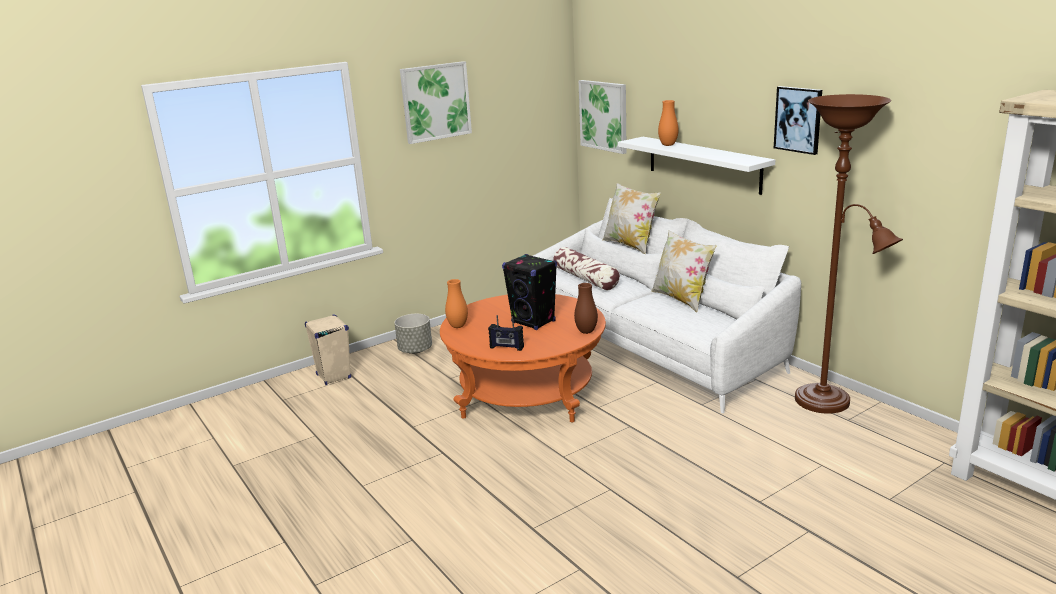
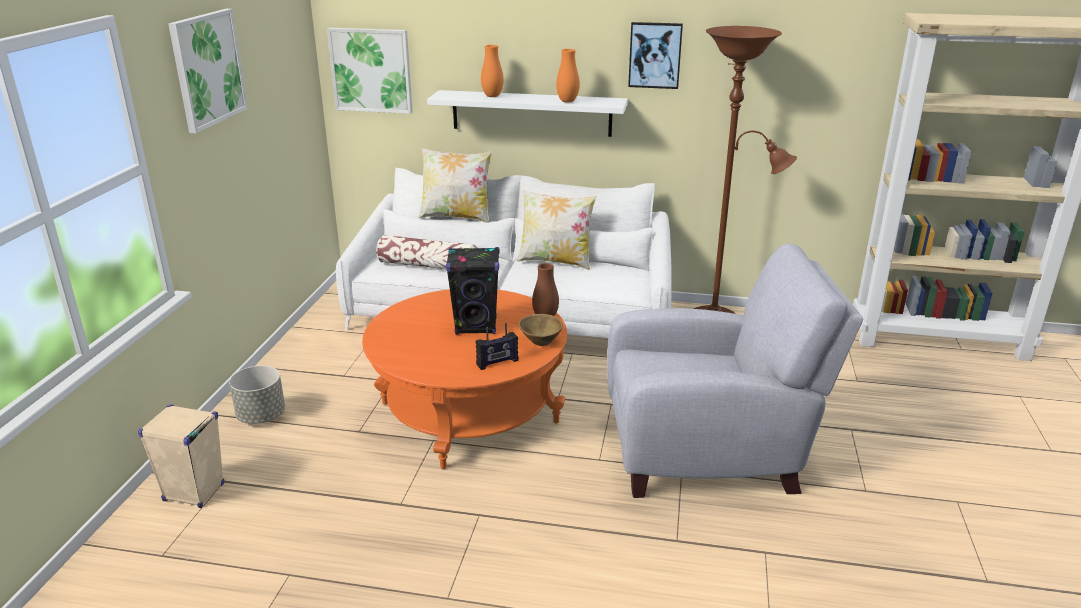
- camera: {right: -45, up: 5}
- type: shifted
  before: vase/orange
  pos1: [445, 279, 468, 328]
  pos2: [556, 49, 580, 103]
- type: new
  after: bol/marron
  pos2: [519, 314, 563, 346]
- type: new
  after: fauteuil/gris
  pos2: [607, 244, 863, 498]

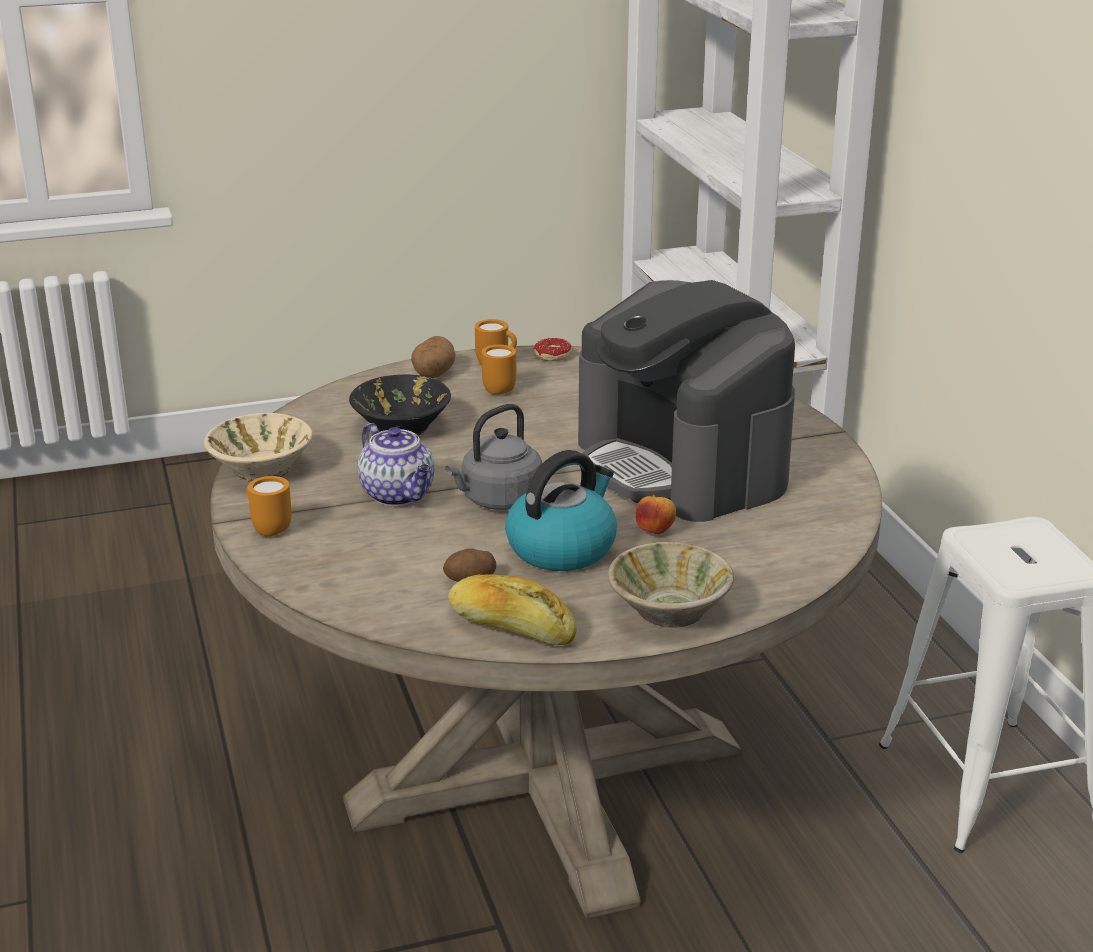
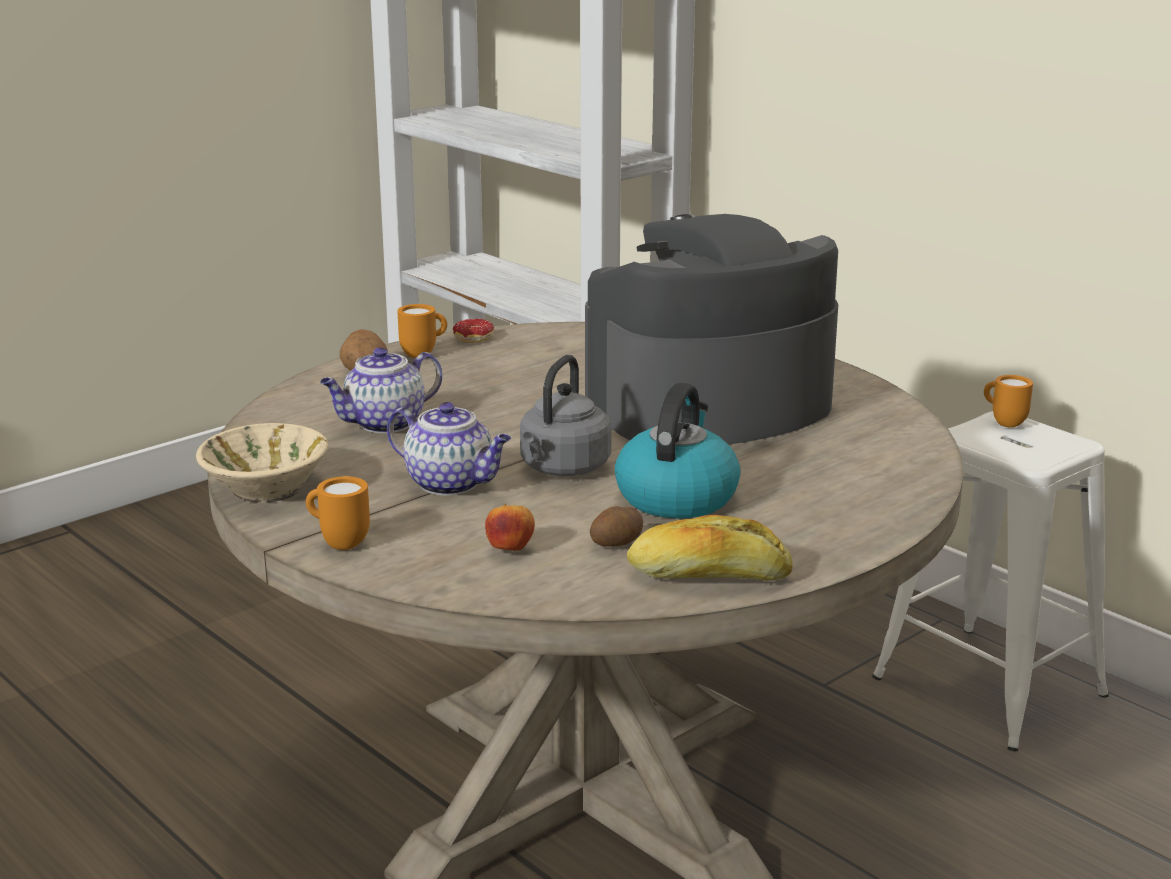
- camera: {right: -25, up: -5}
- type: swapped
  before: bol/noir
  after: théière
  pos1: [349, 375, 451, 435]
  pos2: [320, 347, 443, 433]
- type: shifted
  before: mug/orange
  pos1: [482, 345, 516, 395]
  pos2: [984, 375, 1033, 428]
- type: rotated
  before: machine à café
  pos1: [578, 280, 795, 522]
  pos2: [585, 214, 838, 445]
  turn: 120
- type: gone
  before: bol/beige
  pos1: [608, 542, 734, 628]
- type: shifted
  before: pomme
  pos1: [635, 495, 676, 535]
  pos2: [485, 504, 535, 552]

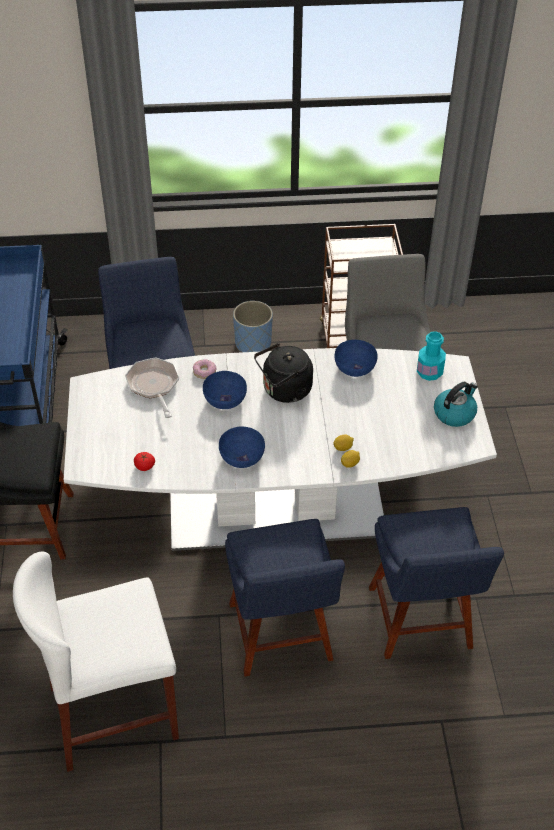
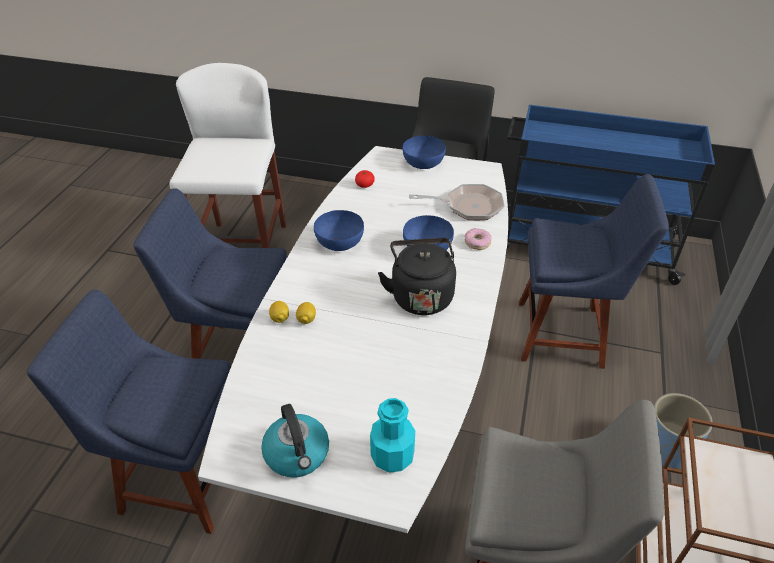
- camera: {right: 110, up: -5}
- type: shifted
  before: bol/bleu
  pos1: [334, 340, 378, 377]
  pos2: [403, 136, 446, 169]

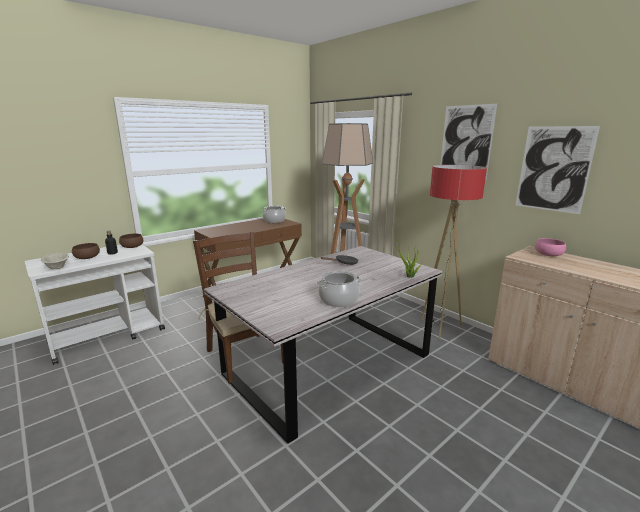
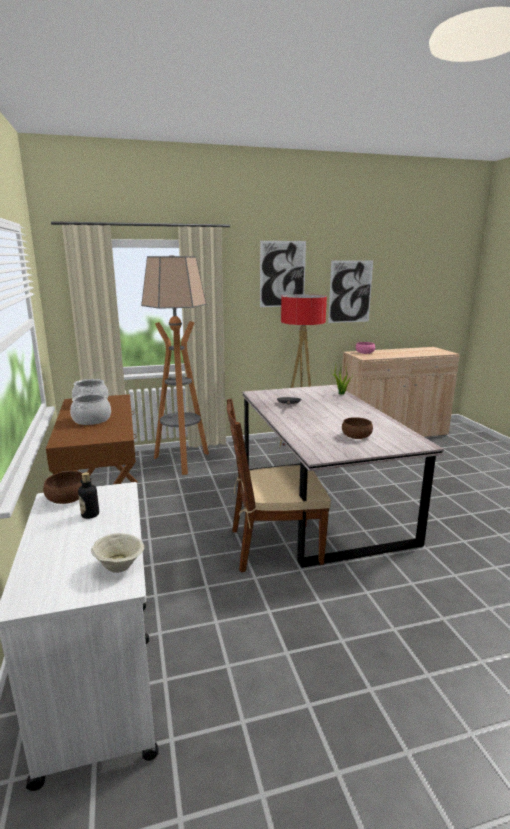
- camera: {right: -65, up: 0}
- type: shifted
  before: bol/marron
  pos1: [72, 243, 100, 259]
  pos2: [342, 417, 373, 439]
- type: shifted
  before: marmite
  pos1: [317, 271, 361, 307]
  pos2: [70, 393, 111, 425]

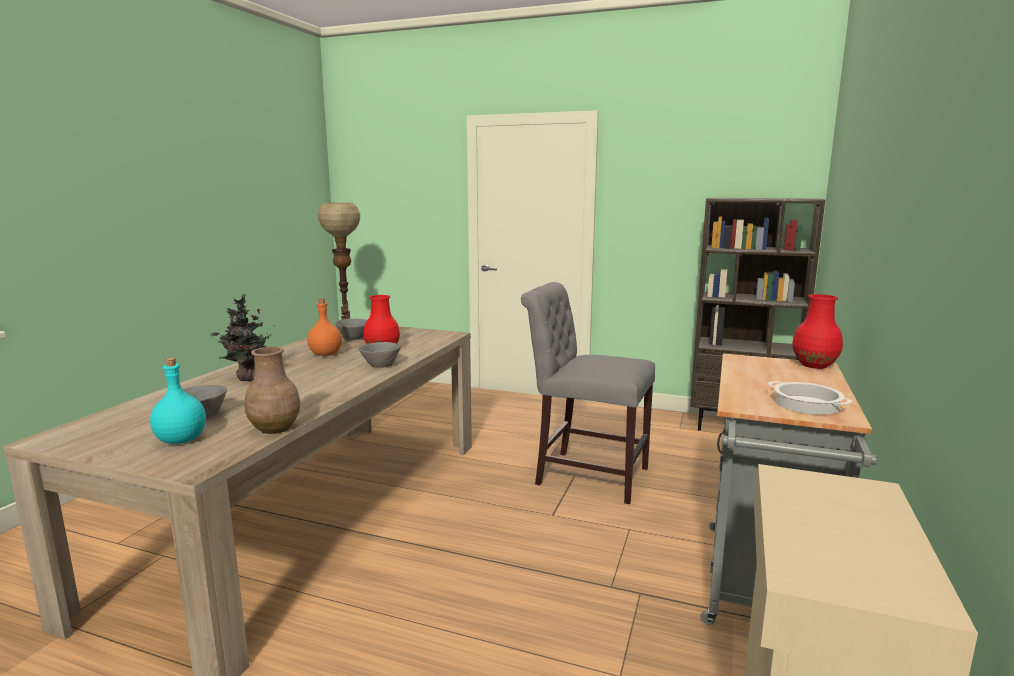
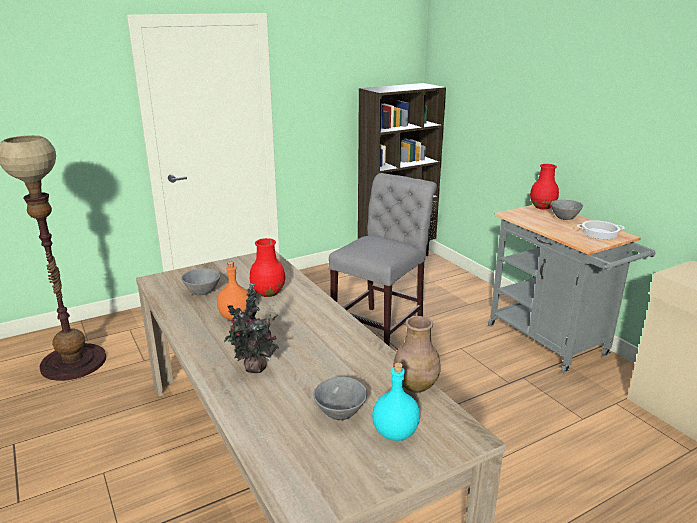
- camera: {right: -50, up: 10}
- type: shifted
  before: bol/gris
  pos1: [359, 342, 401, 368]
  pos2: [551, 200, 583, 220]
- type: rotated
  before: chaise/gris
  pos1: [521, 282, 655, 504]
  pos2: [329, 173, 437, 347]
  turn: 150

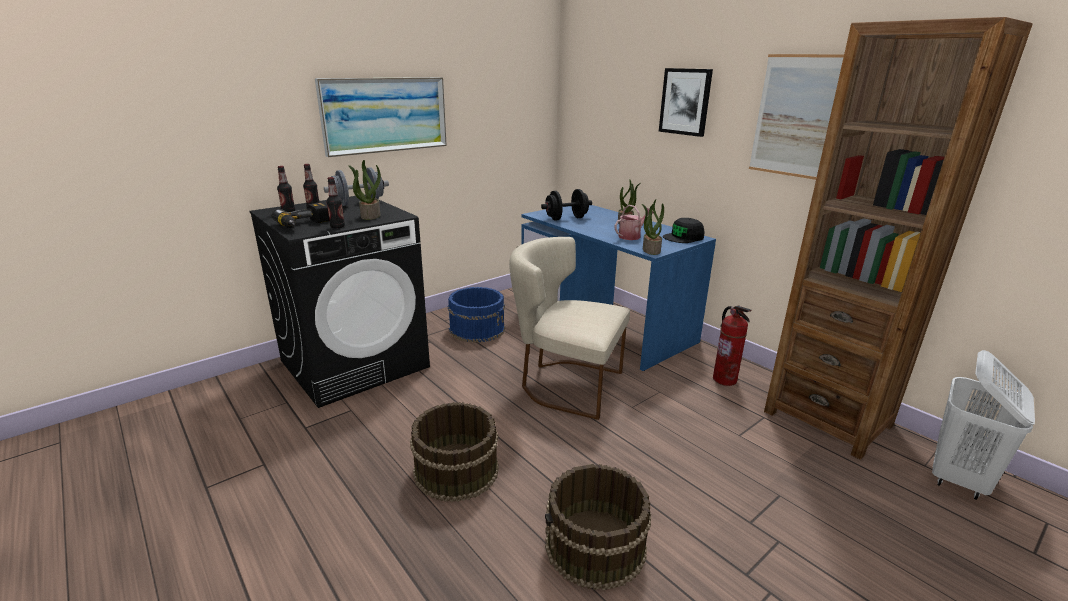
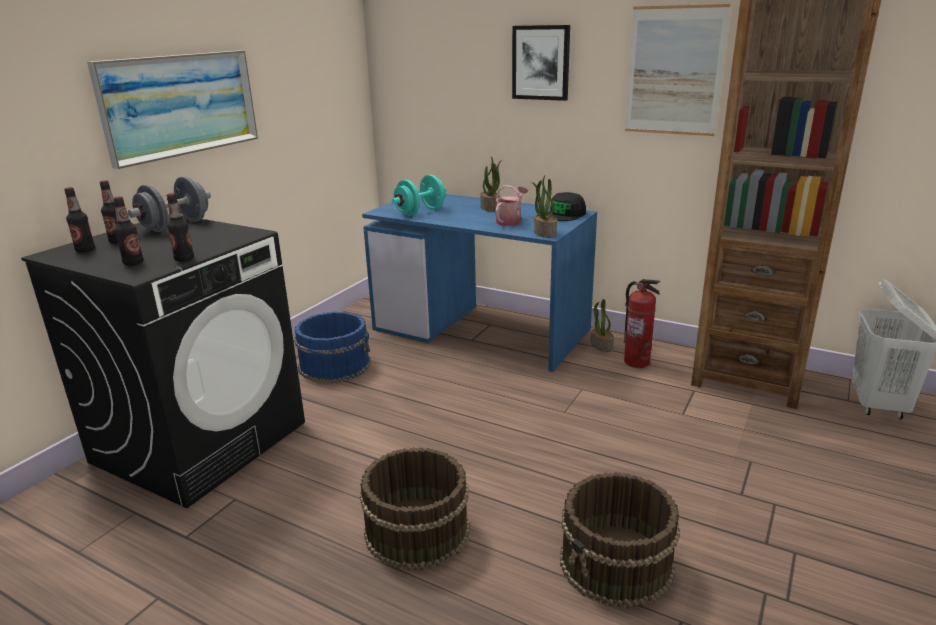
- camera: {right: -20, up: 0}
- type: swapped
  before: perceuse
  after: bouteille
  pos1: [272, 202, 330, 228]
  pos2: [113, 197, 144, 266]
- type: shifted
  before: plante en pot
  pos1: [348, 160, 381, 220]
  pos2: [591, 299, 614, 352]
- type: gone
  before: chaise/beige
  pos1: [509, 237, 630, 420]
- type: repainted
  before: haltère/noir
  after: haltère/turquoise
  pos1: [541, 189, 592, 221]
  pos2: [392, 175, 446, 216]

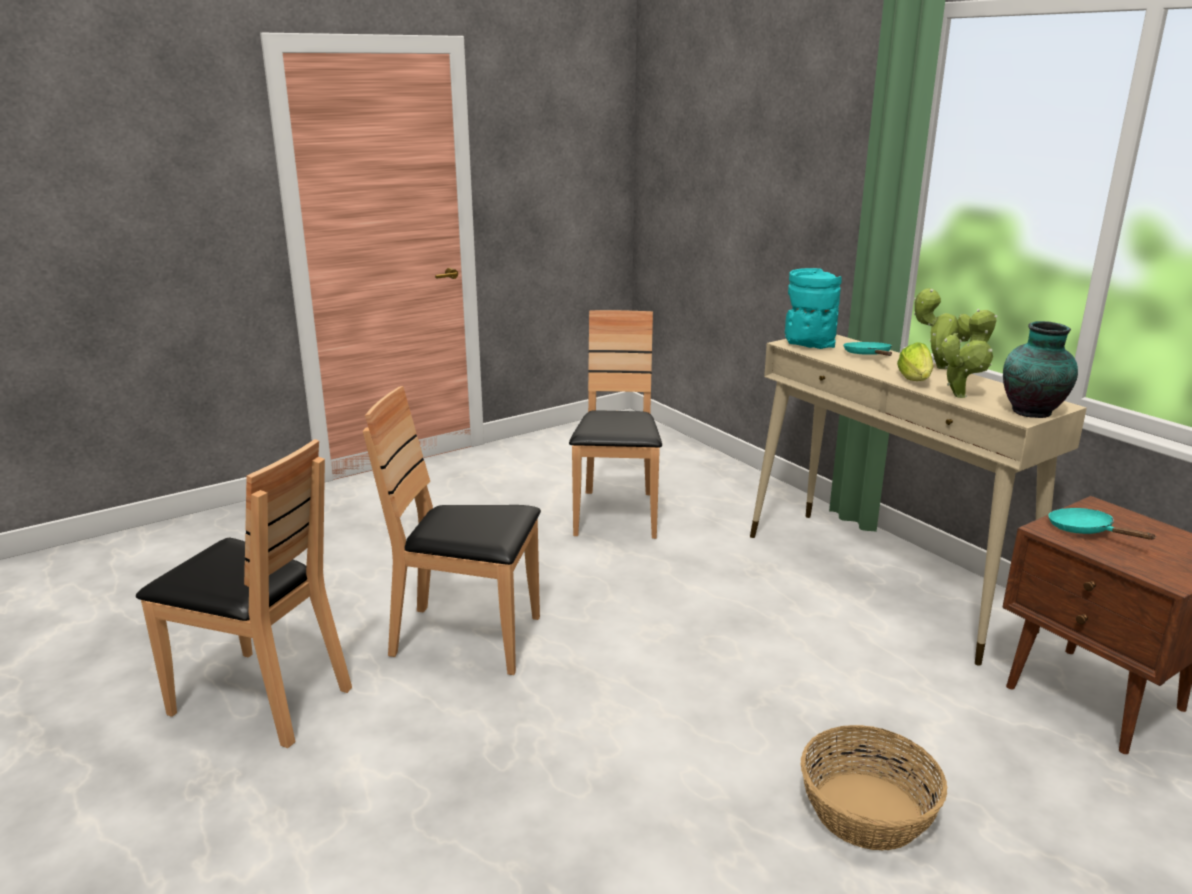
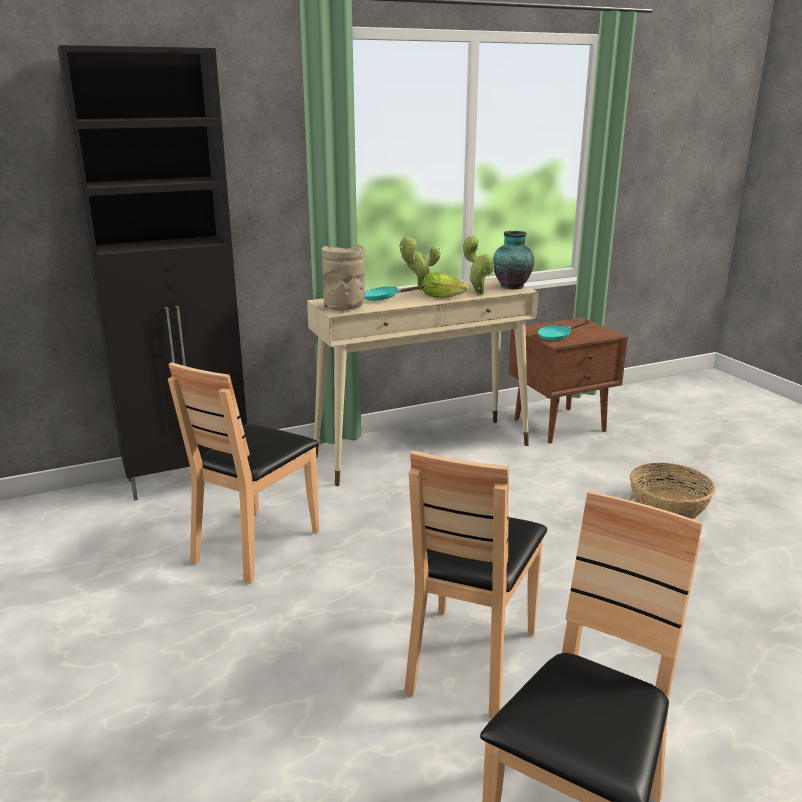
- camera: {right: -80, up: 0}
- type: rotated
  before: chaise/marron
  pos1: [569, 310, 662, 539]
  pos2: [168, 362, 319, 584]
  turn: -75
- type: repainted
  before: vase/turquoise
  after: vase/beige
  pos1: [785, 268, 842, 349]
  pos2: [322, 245, 365, 311]
- type: new
  after: meuble de rangement/noir
  pos2: [57, 45, 247, 501]

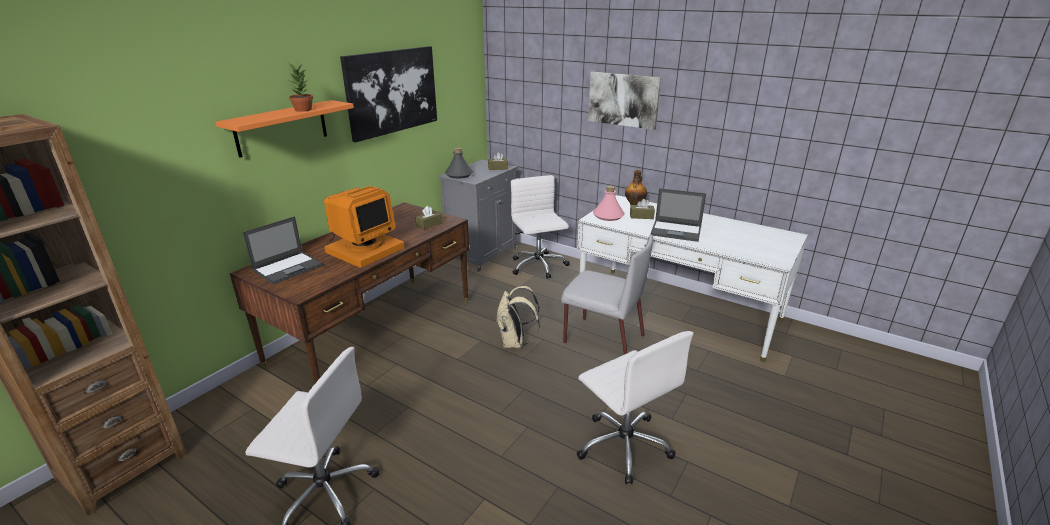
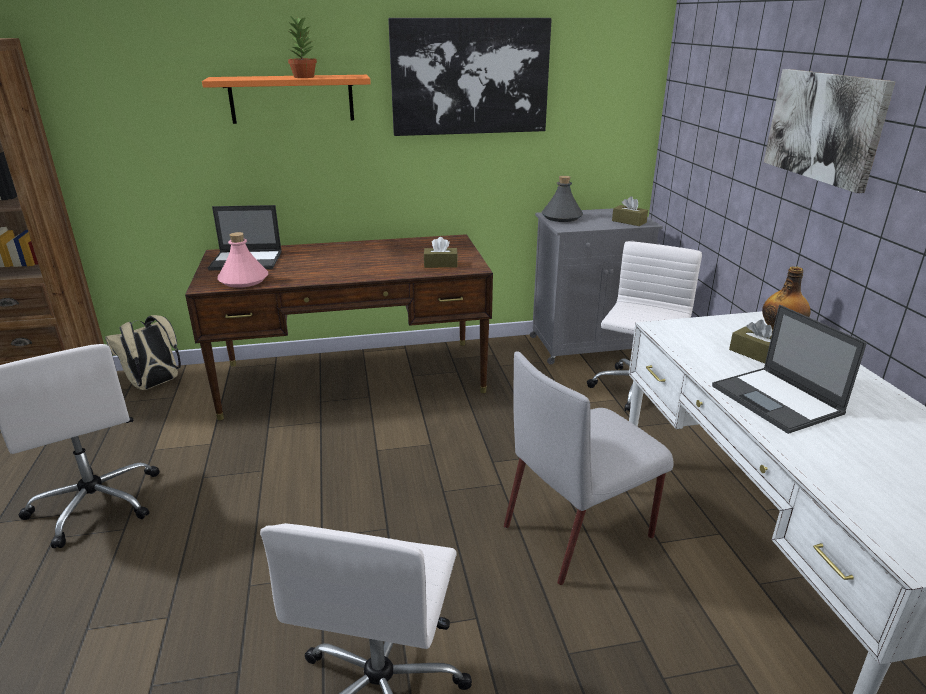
- camera: {right: 45, up: 0}
- type: gone
  before: écran d'ordinateur
  pos1: [324, 186, 404, 268]
- type: shifted
  before: sac à dos/beige
  pos1: [497, 286, 540, 348]
  pos2: [105, 315, 181, 390]
- type: rotated
  before: chaise/gris
  pos1: [561, 235, 653, 355]
  pos2: [504, 352, 674, 585]
  turn: 75
- type: shifted
  before: bouteille/rose
  pos1: [593, 186, 625, 221]
  pos2: [217, 232, 268, 288]

